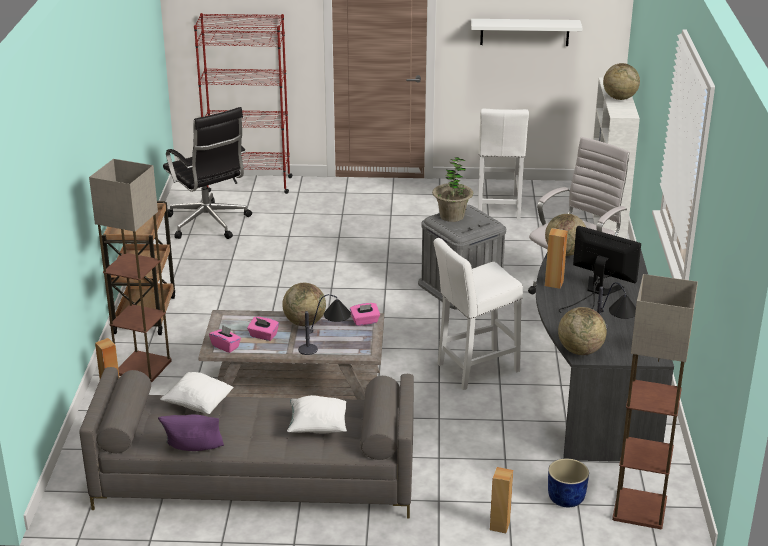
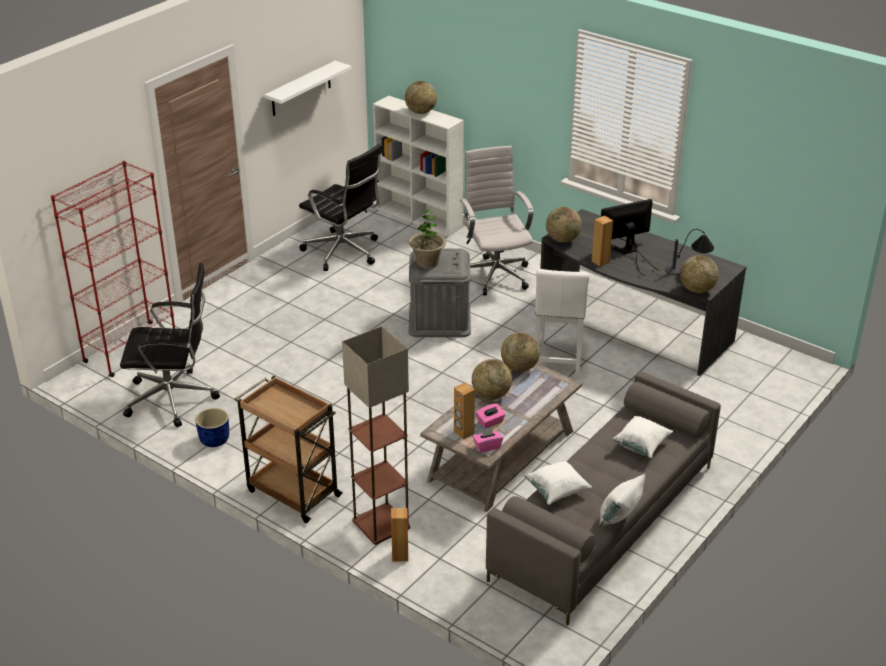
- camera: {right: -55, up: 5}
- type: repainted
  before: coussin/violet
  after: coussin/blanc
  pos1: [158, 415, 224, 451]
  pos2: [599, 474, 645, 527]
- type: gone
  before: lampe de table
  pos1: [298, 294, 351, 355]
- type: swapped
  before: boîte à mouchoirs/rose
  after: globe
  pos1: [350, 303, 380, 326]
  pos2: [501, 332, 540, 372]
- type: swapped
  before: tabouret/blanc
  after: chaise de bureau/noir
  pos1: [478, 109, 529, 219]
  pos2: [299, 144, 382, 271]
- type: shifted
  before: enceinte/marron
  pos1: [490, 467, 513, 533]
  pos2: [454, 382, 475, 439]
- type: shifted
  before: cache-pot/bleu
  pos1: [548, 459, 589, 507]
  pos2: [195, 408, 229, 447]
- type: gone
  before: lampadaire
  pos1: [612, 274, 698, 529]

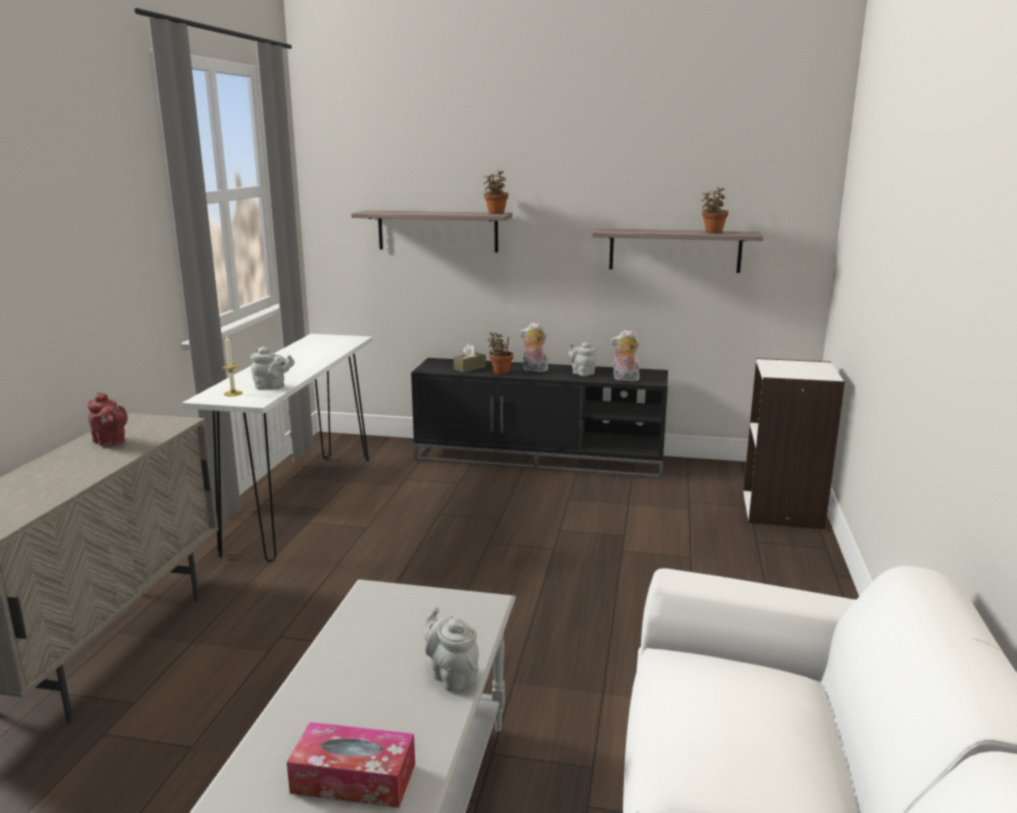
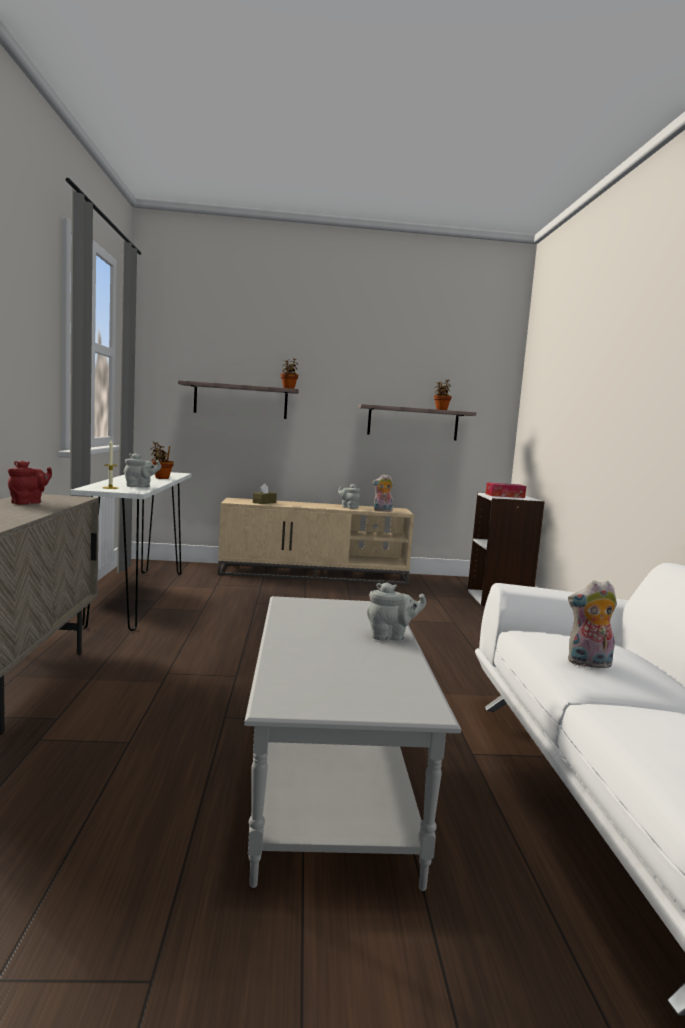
- camera: {right: -15, up: -10}
- type: rotated
  before: théière/rouge
  pos1: [88, 392, 128, 446]
  pos2: [8, 460, 52, 505]
  turn: -90
- type: shifted
  before: boîte à mouchoirs
  pos1: [287, 722, 415, 808]
  pos2: [486, 482, 526, 498]
- type: repainted
  before: meuble télé/noir
  after: meuble télé/beige
  pos1: [411, 358, 668, 479]
  pos2: [218, 498, 414, 584]
- type: rotated
  before: théière/gris
  pos1: [424, 607, 479, 691]
  pos2: [367, 582, 426, 641]
  turn: 135
- type: shifted
  before: plante en pot
  pos1: [488, 332, 513, 375]
  pos2: [150, 442, 174, 479]
- type: shifted
  before: peluche
  pos1: [519, 323, 548, 372]
  pos2: [568, 580, 617, 668]

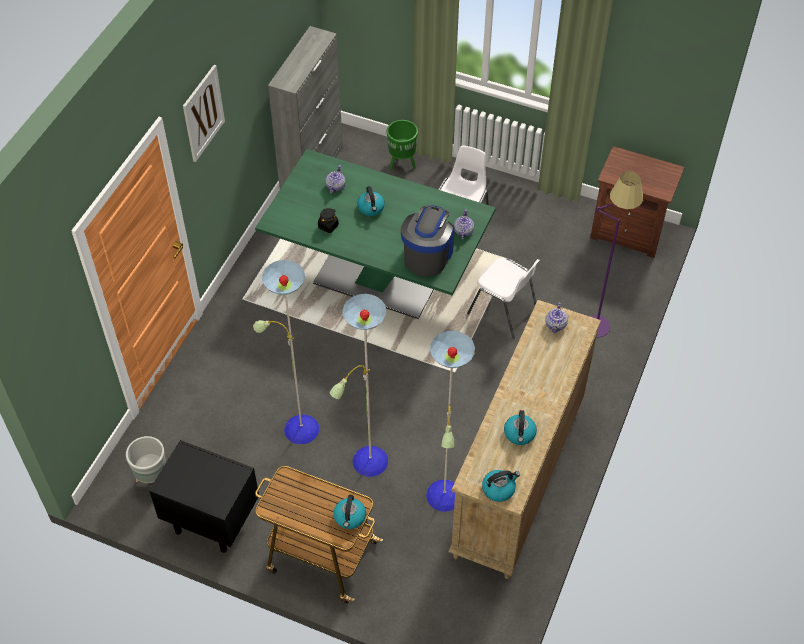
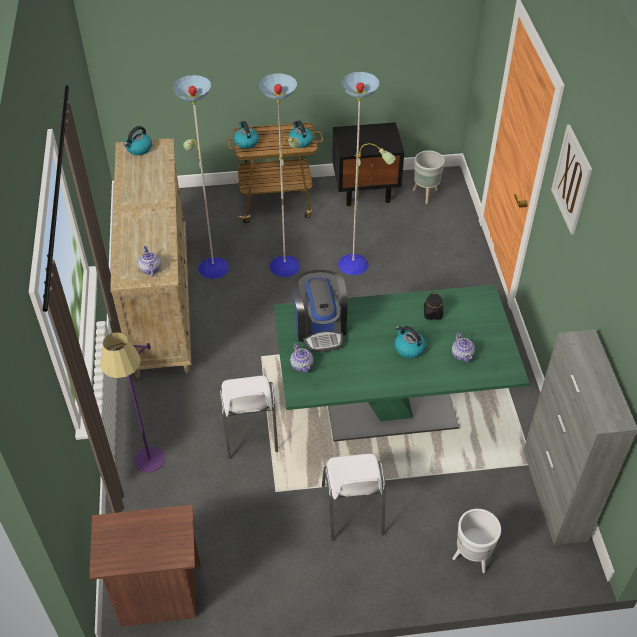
- camera: {right: 150, up: -5}
- type: repainted
  before: cache-pot/vert
  after: cache-pot/blanc
  pos1: [387, 120, 418, 170]
  pos2: [452, 509, 501, 573]
- type: rotated
  before: chaise/blanc
  pos1: [467, 258, 540, 338]
  pos2: [218, 376, 278, 458]
  turn: -105
- type: shifted
  before: bouilloire
  pos1: [504, 410, 537, 445]
  pos2: [288, 120, 313, 148]

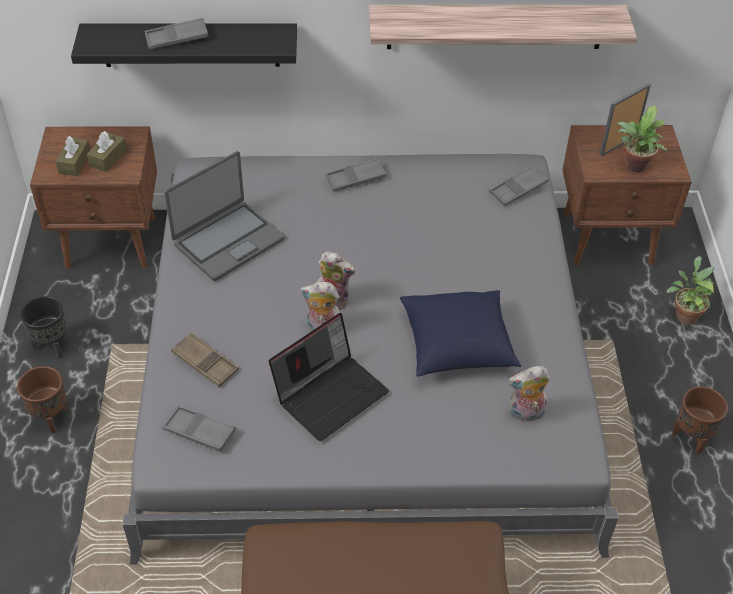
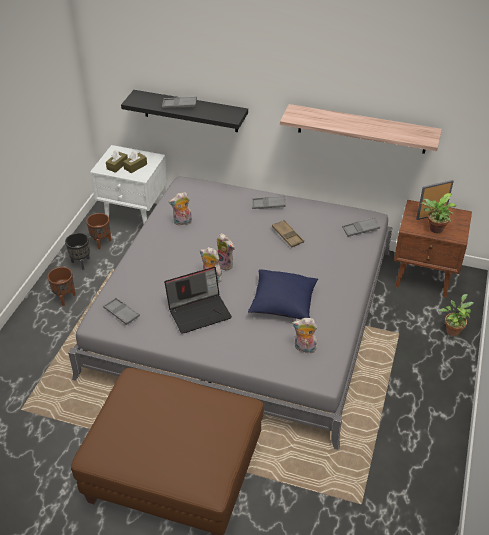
- camera: {right: 20, up: -5}
- type: repainted
  before: table de chevet/marron
  after: table de chevet/blanc
  pos1: [30, 126, 157, 269]
  pos2: [90, 145, 168, 224]
- type: swapped
  before: ordinateur portable
  after: peluche
  pos1: [164, 151, 285, 281]
  pos2: [169, 192, 192, 226]
- type: shifted
  before: plateau/marron
  pos1: [171, 332, 239, 387]
  pos2: [272, 220, 304, 248]
- type: shifted
  before: cache-pot/marron
  pos1: [672, 386, 728, 454]
  pos2: [86, 213, 111, 249]

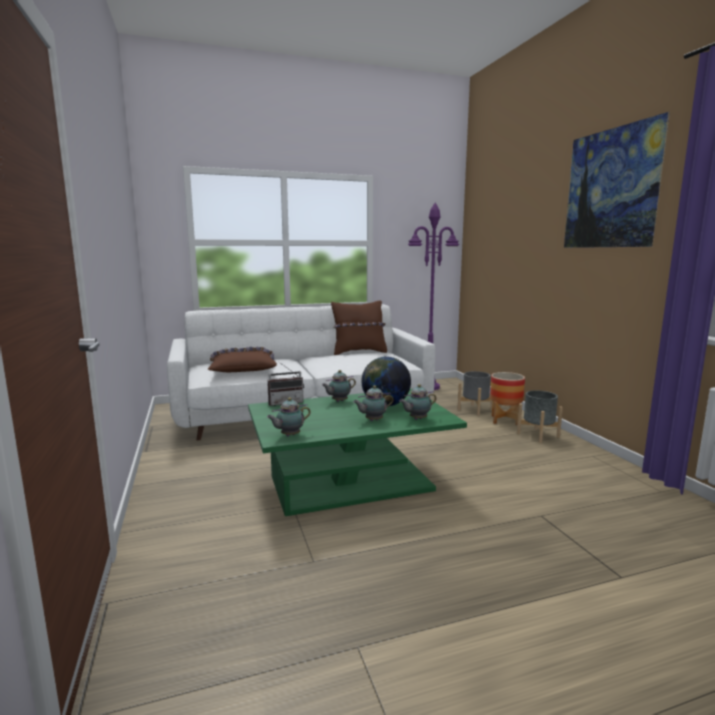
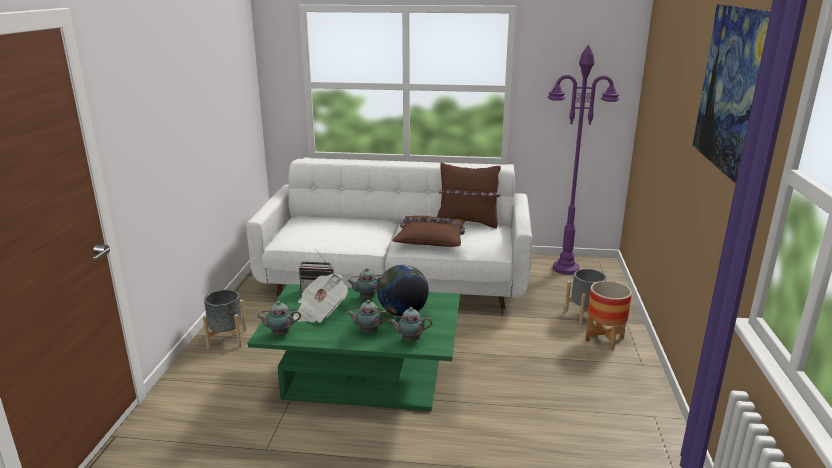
- camera: {right: 25, up: 10}
- type: shifted
  before: coussin/marron
  pos1: [208, 347, 277, 372]
  pos2: [392, 216, 466, 247]
- type: shifted
  before: cache-pot/gris
  pos1: [517, 390, 563, 443]
  pos2: [203, 289, 247, 349]
- type: new
  after: journal
  pos2: [293, 274, 348, 323]

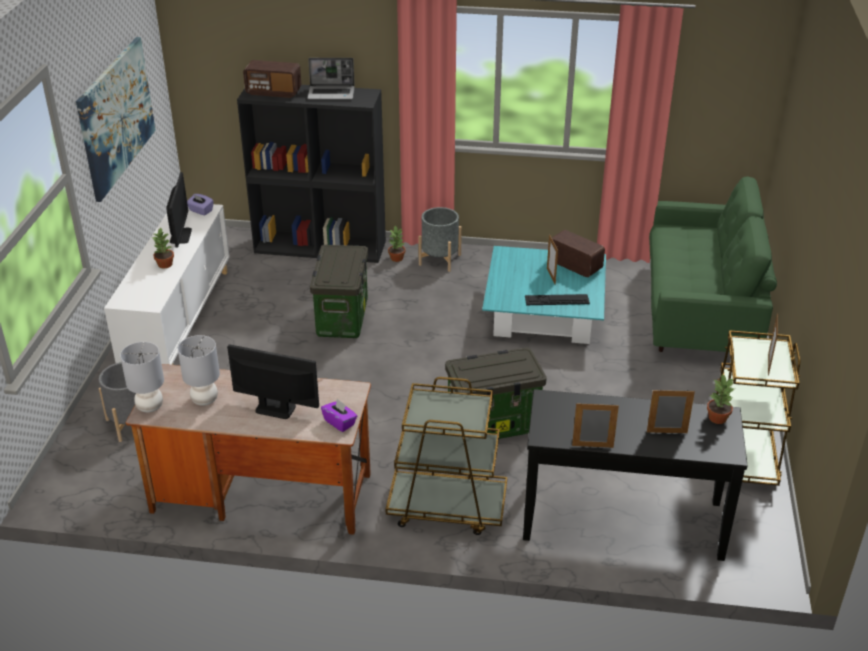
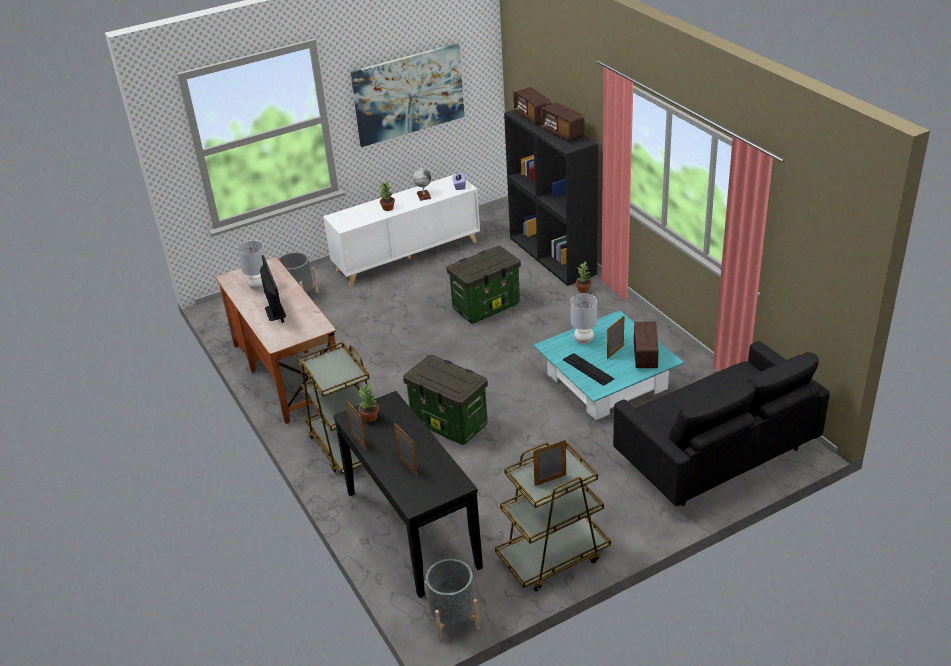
- camera: {right: 55, up: 0}
- type: shifted
  before: lampe de table/gris
  pos1: [120, 342, 164, 413]
  pos2: [571, 294, 597, 344]
- type: swapped
  before: écran d'ordinateur
  after: globe
  pos1: [166, 172, 192, 248]
  pos2: [413, 167, 431, 201]
- type: swapped
  before: ordinateur portable
  after: radio
  pos1: [308, 58, 355, 99]
  pos2: [540, 103, 584, 141]
- type: gone
  before: boîte à mouchoirs/violet
  pos1: [321, 399, 357, 432]
- type: shifted
  before: cache-pot/gris
  pos1: [418, 207, 462, 272]
  pos2: [425, 559, 480, 641]
- type: repainted
  before: canapé/vert
  after: canapé/noir
  pos1: [649, 176, 777, 352]
  pos2: [613, 341, 830, 506]
- type: shifted
  before: plante en pot
  pos1: [707, 374, 734, 424]
  pos2: [358, 382, 379, 422]

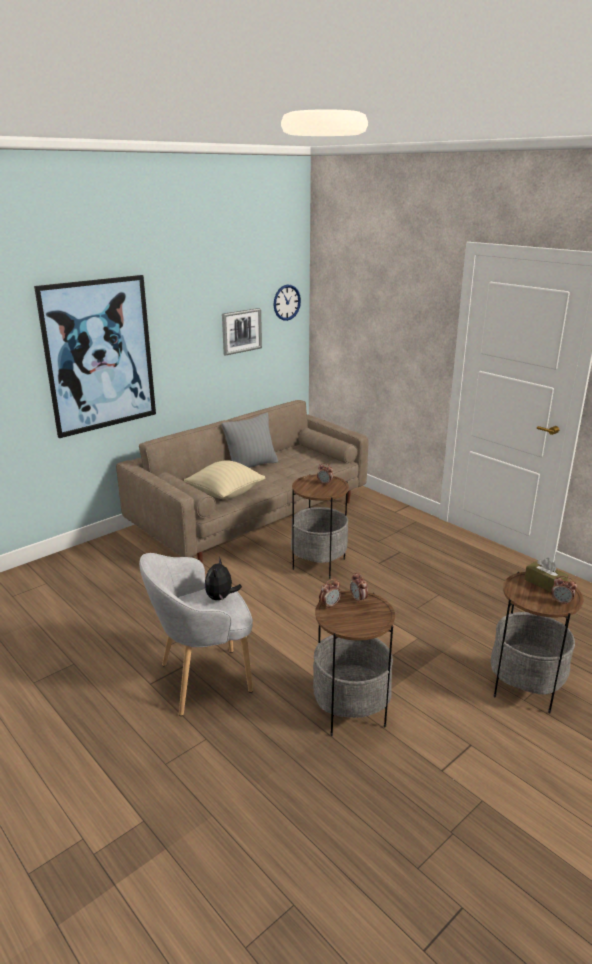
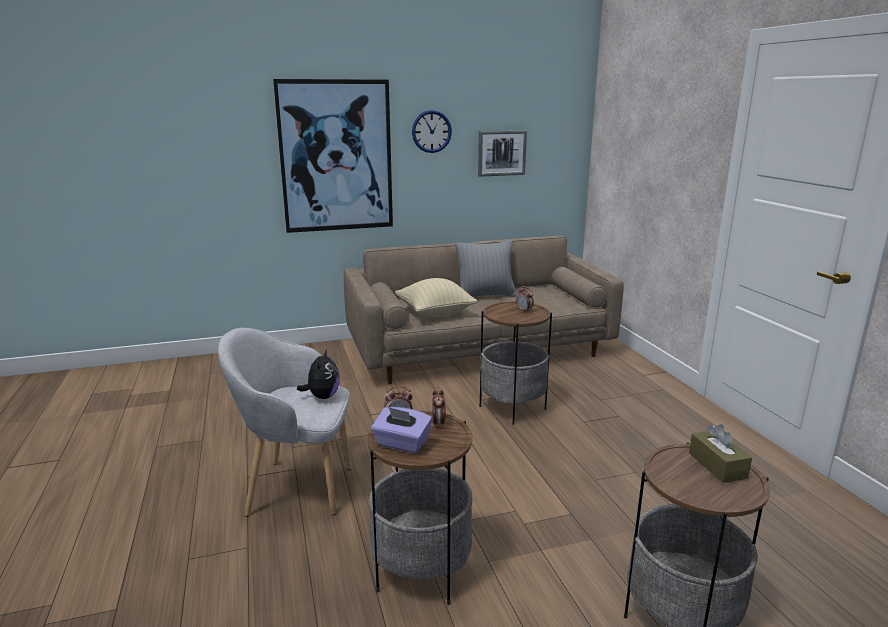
- camera: {right: 25, up: -5}
- type: rotated
  before: peluche
  pos1: [205, 557, 242, 600]
  pos2: [297, 349, 340, 399]
  turn: 150
- type: shifted
  before: horloge murale
  pos1: [274, 285, 301, 321]
  pos2: [412, 110, 452, 153]
- type: gone
  before: réveil
  pos1: [552, 576, 577, 606]
- type: new
  after: boîte à mouchoirs/violet
  pos2: [371, 407, 432, 453]

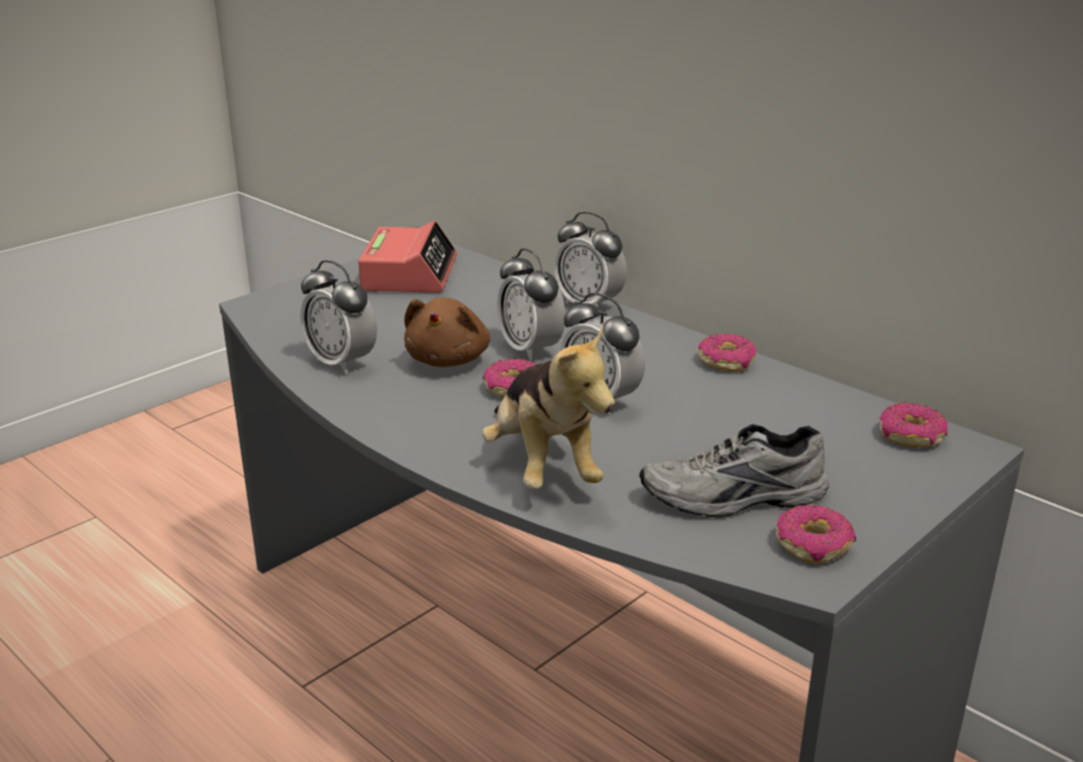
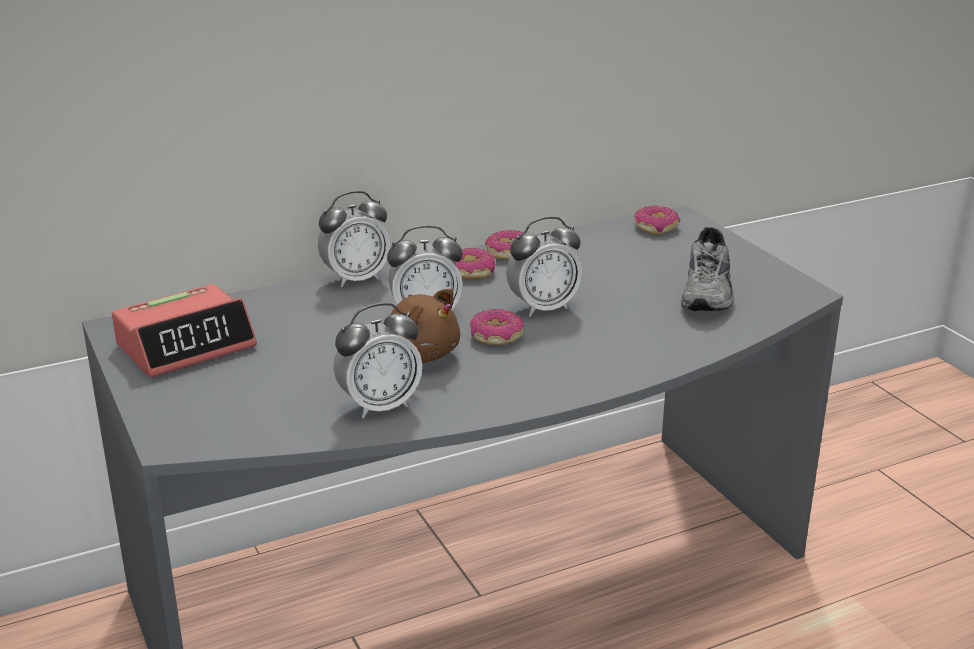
- camera: {right: -70, up: 0}
- type: rotated
  before: réveil
  pos1: [358, 221, 457, 293]
  pos2: [112, 284, 257, 378]
  turn: 120
- type: gone
  before: peluche
  pos1: [482, 327, 615, 489]
- type: shifted
  before: beignet
  pos1: [776, 505, 856, 564]
  pos2: [454, 248, 495, 279]

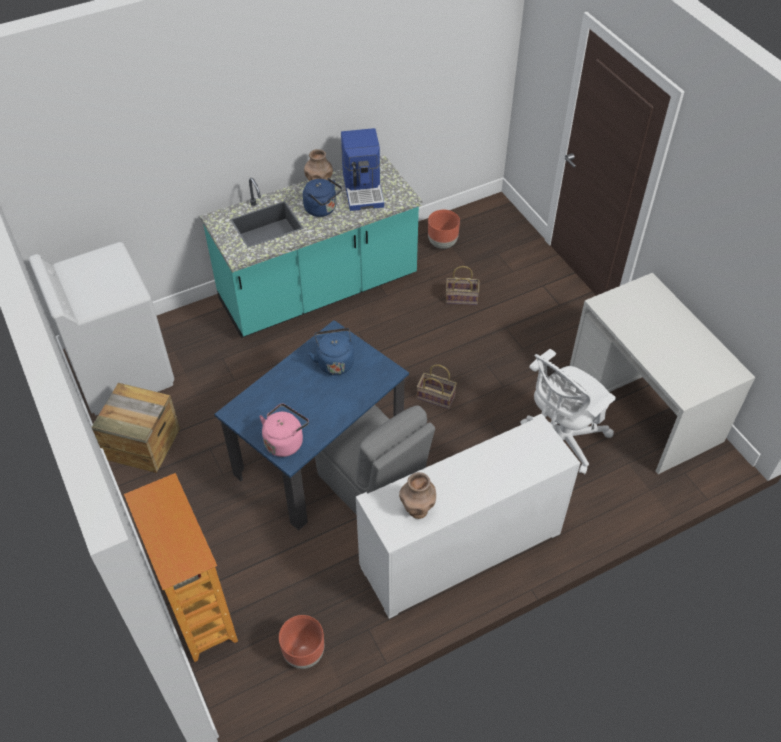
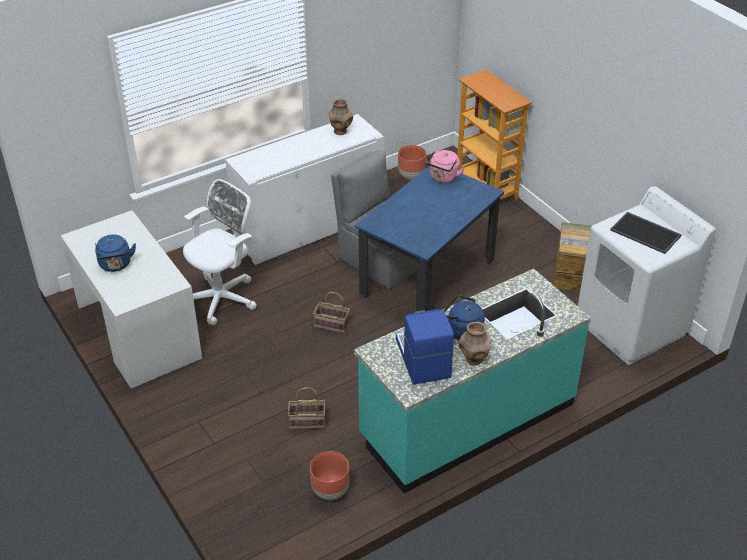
- camera: {right: 175, up: -10}
- type: shifted
  before: bouilloire/bleu
  pos1: [308, 328, 354, 375]
  pos2: [95, 235, 136, 272]
- type: new
  after: plateau
  pos2: [610, 212, 682, 254]

